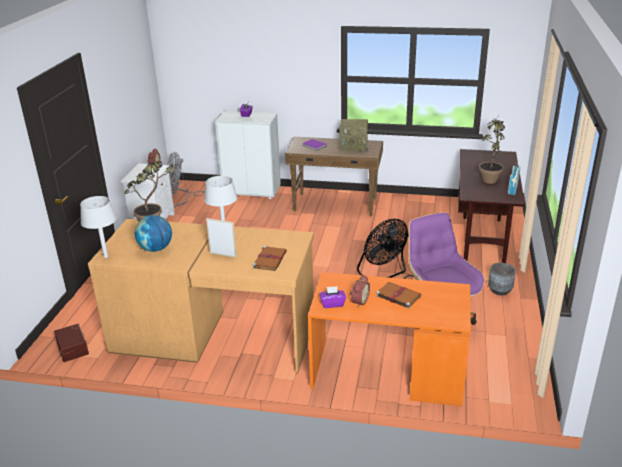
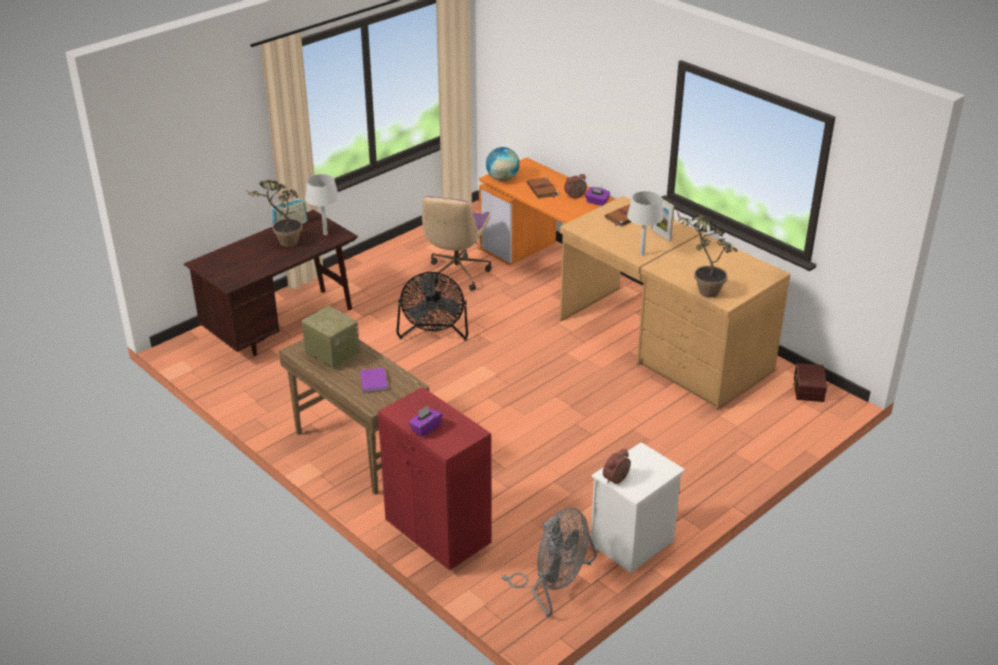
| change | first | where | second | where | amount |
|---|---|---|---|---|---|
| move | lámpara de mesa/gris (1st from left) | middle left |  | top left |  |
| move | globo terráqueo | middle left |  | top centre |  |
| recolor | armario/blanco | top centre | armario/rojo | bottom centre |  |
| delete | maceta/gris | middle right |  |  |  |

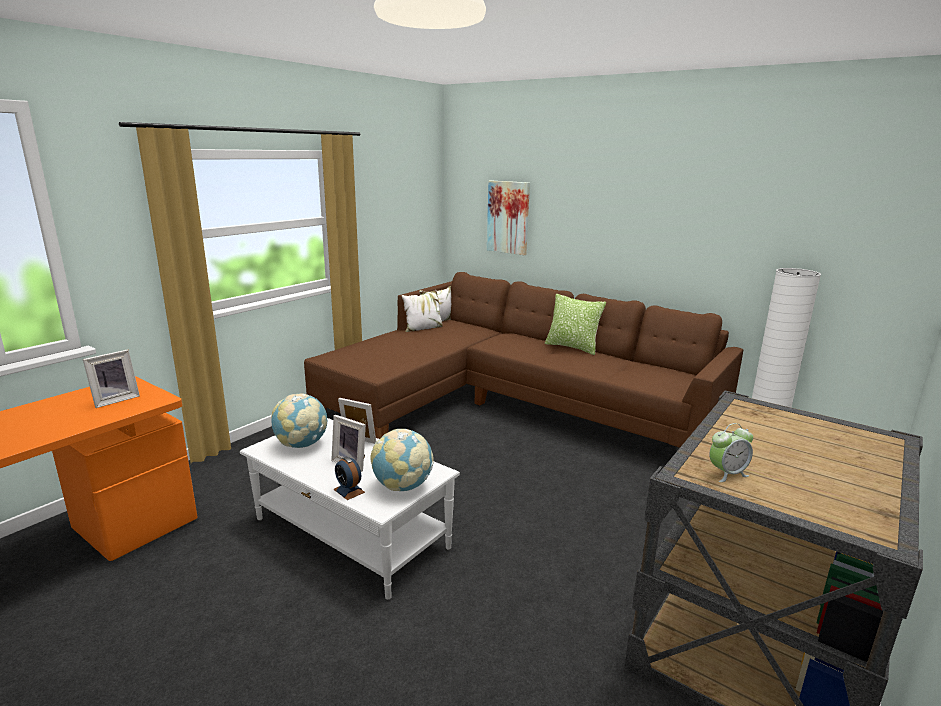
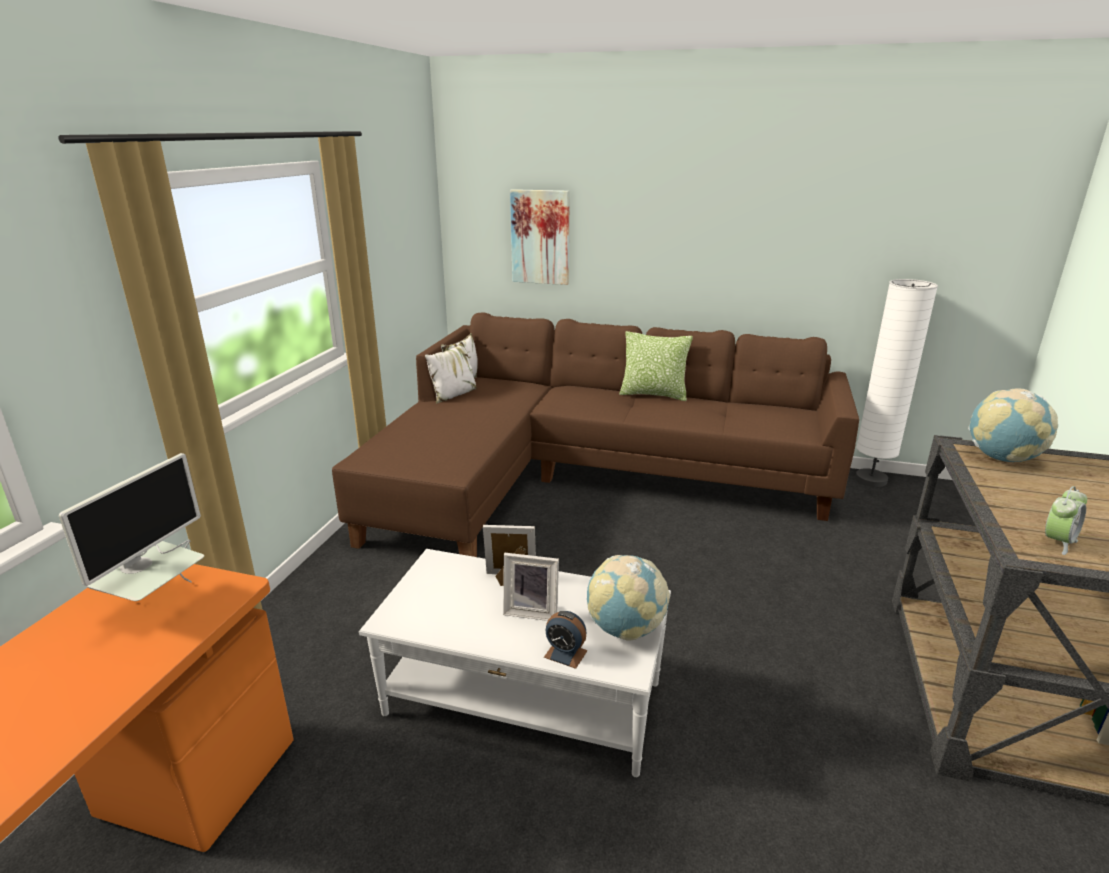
| change | first | where | second | where | amount |
|---|---|---|---|---|---|
| replace | portarretratos (1st from left) | middle left | monitor | middle left |  |
| move | globo terráqueo (1st from left in the first image) | middle left | globo terráqueo (2nd from left) | middle right |  |

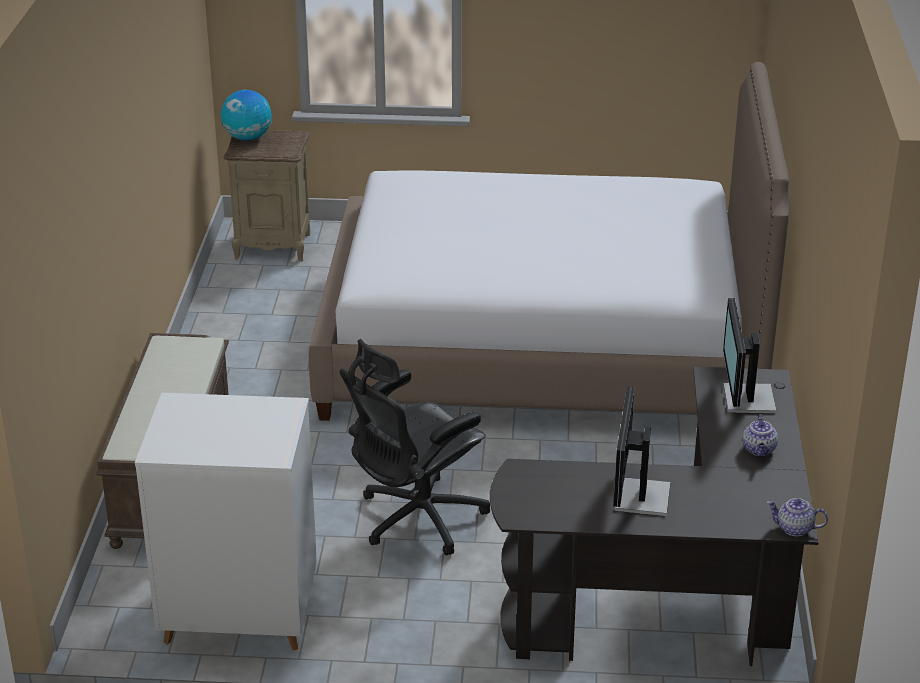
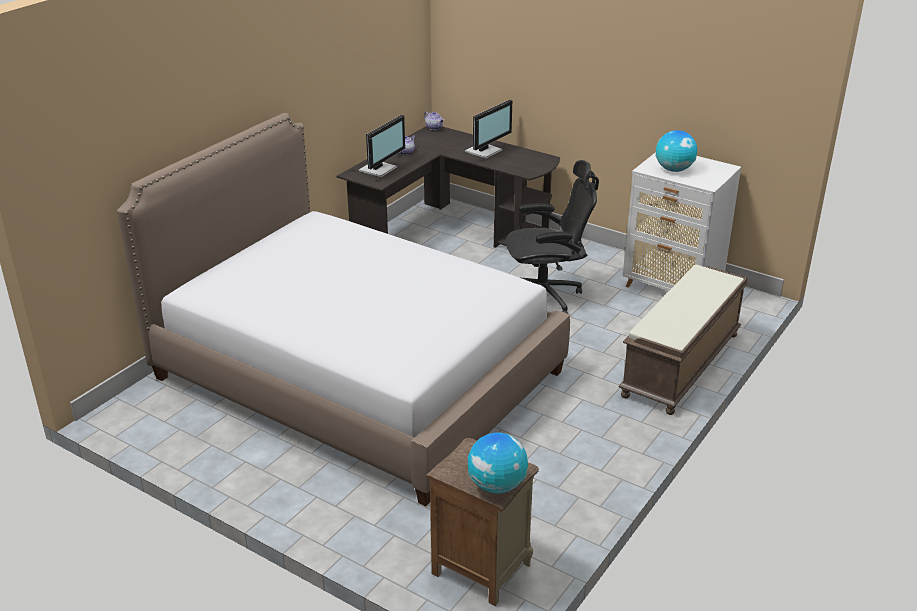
| change | first | where | second | where | amount |
|---|---|---|---|---|---|
| insert |  |  | globo terráqueo (2nd from left) | top right |  |

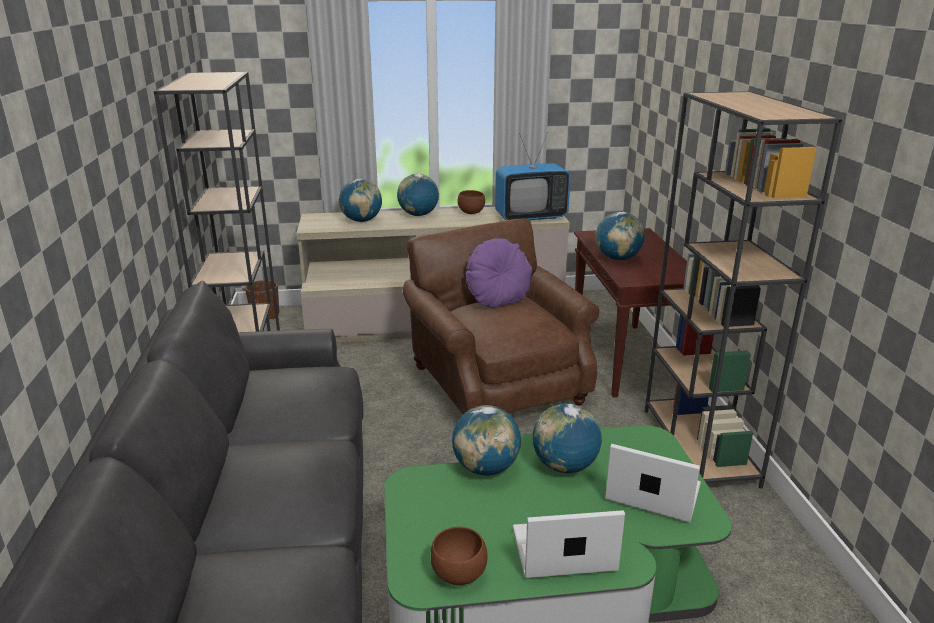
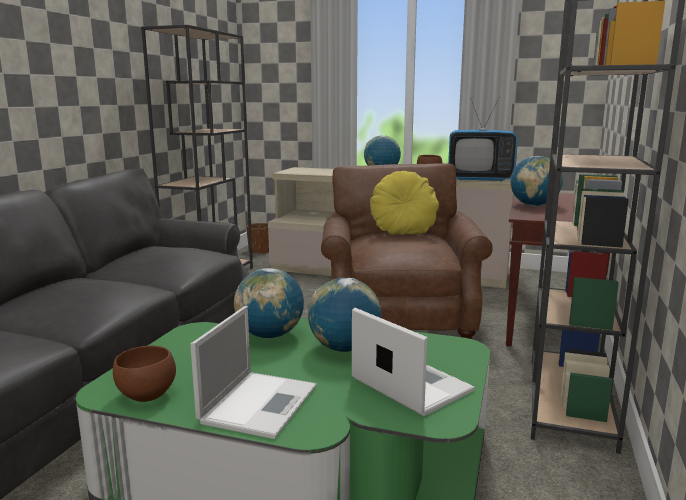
| change | first | where | second | where | amount |
|---|---|---|---|---|---|
| delete | globo terráqueo (1st from left) | top centre |  |  |  |
| recolor | cojín/morado | centre | cojín/amarillo | centre |  |
| rotate | portátil (1st from left) | bottom centre |  | bottom centre | 90 degrees clockwise |

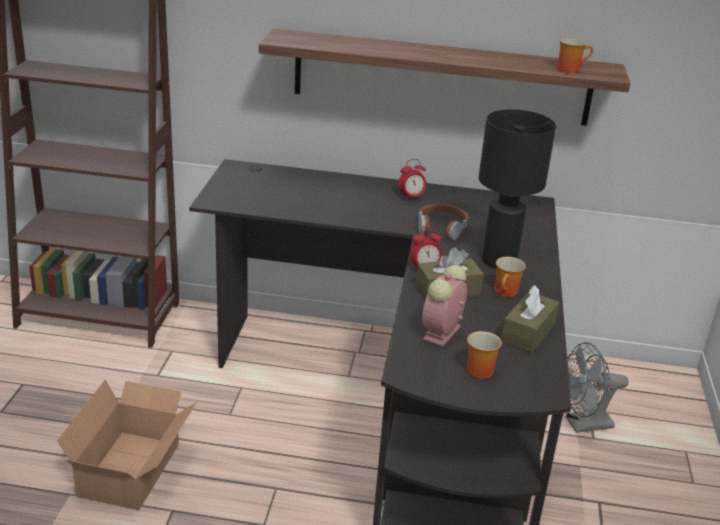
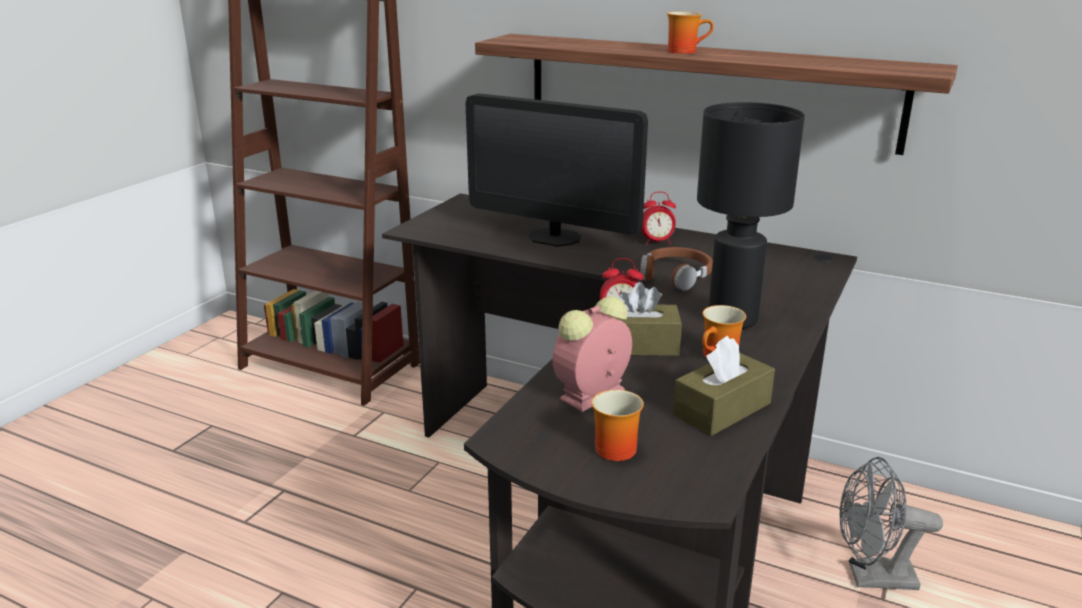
| change | first | where | second | where | amount |
|---|---|---|---|---|---|
| delete | caja de cartón | bottom left |  |  |  |
| move | taza grande (3rd from left in the first image) | top right | taza grande (2nd from left) | top centre |  |
| insert |  |  | monitor | top centre |  |

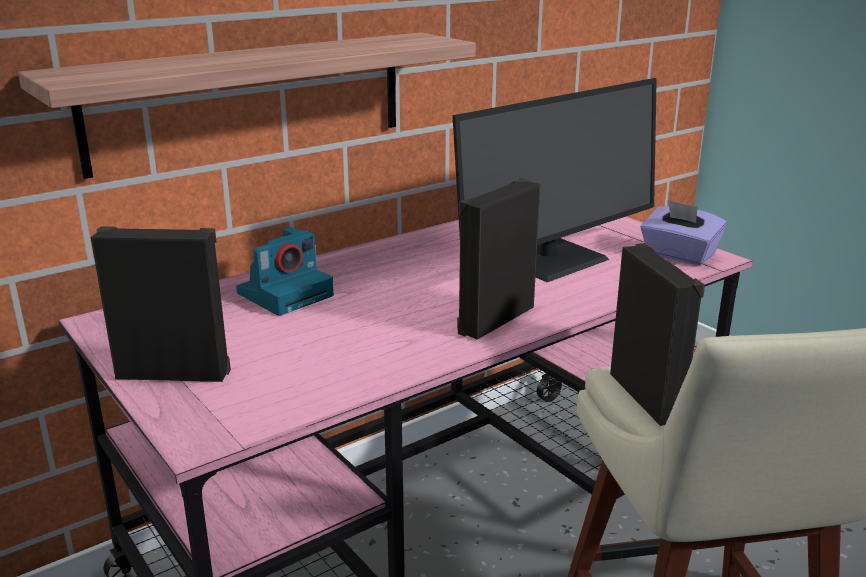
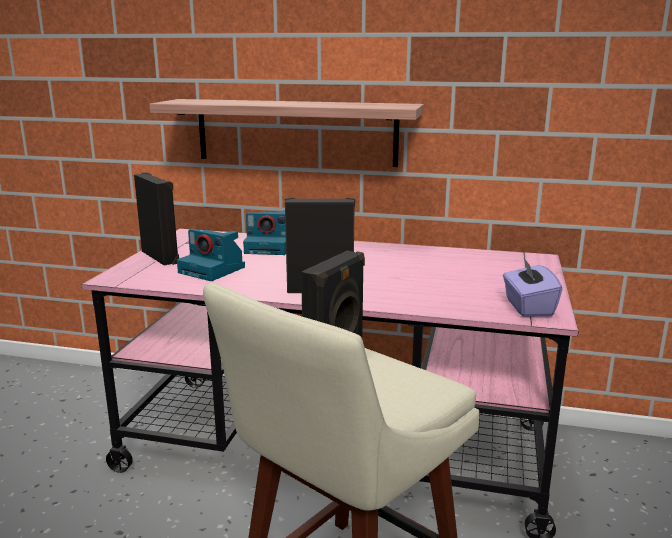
| change | first | where | second | where | amount |
|---|---|---|---|---|---|
| delete | monitor | top centre |  |  |  |
| insert |  |  | cámara (1st from left) | middle left |  |

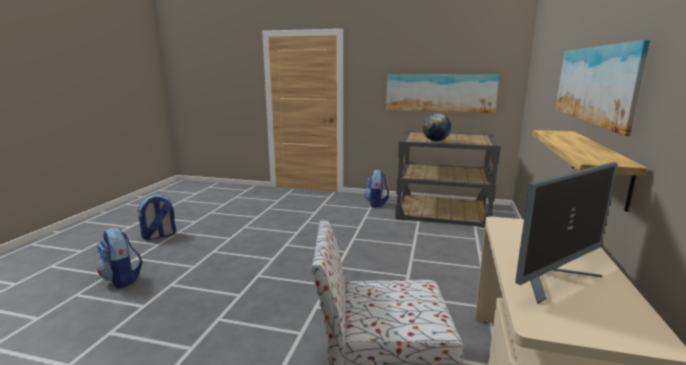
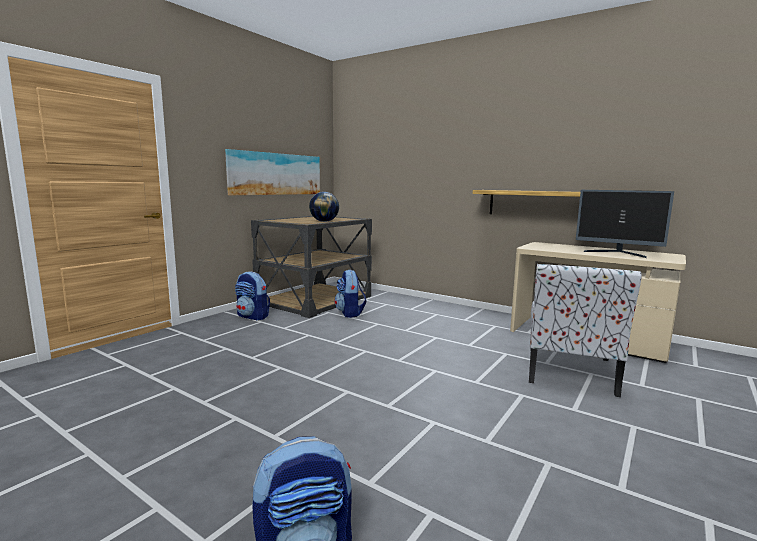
| change | first | where | second | where | amount |
|---|---|---|---|---|---|
| move | mochila (2nd from left in the first image) | middle left | mochila (3rd from left) | centre |  |
| rotate | monitor | middle right |  | middle right | 135 degrees clockwise |
| delete | cuadro (2nd from left) | top right |  |  |  |

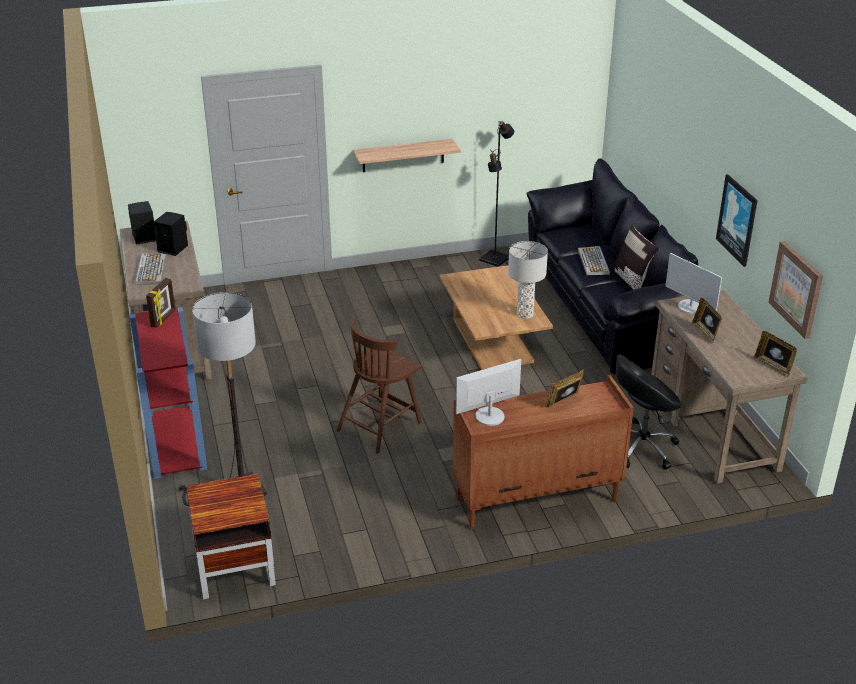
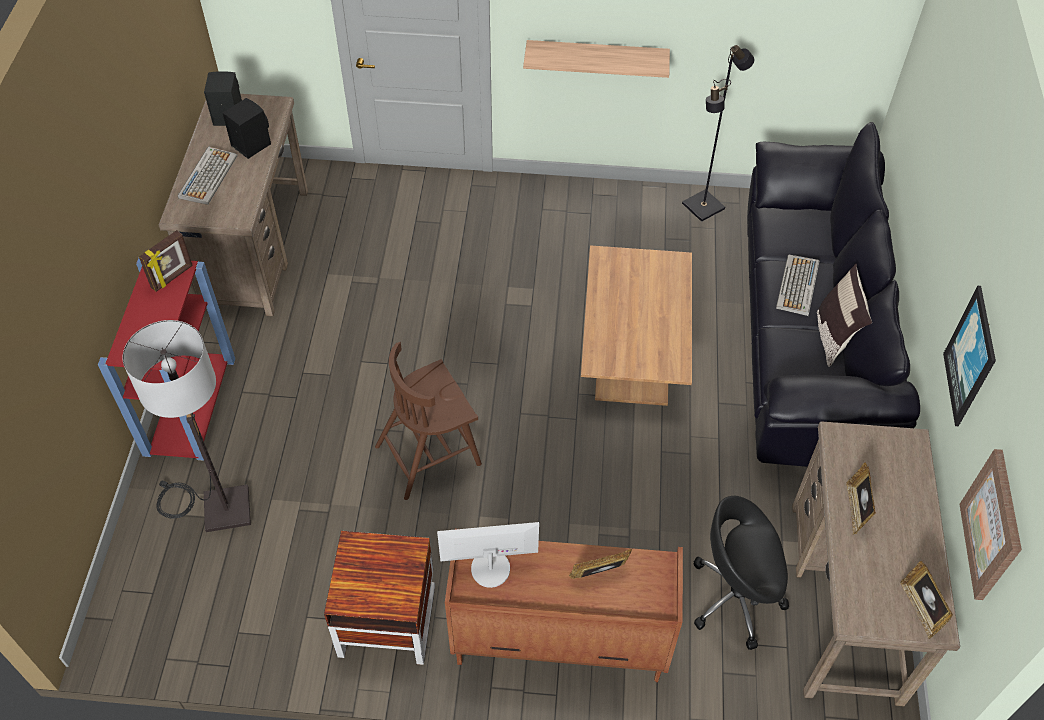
| change | first | where | second | where | amount |
|---|---|---|---|---|---|
| move | mesita de noche | bottom left |  | bottom centre |  |
| delete | lámpara de mesa/blanco | centre |  |  |  |
| delete | monitor (2nd from left) | middle right |  |  |  |

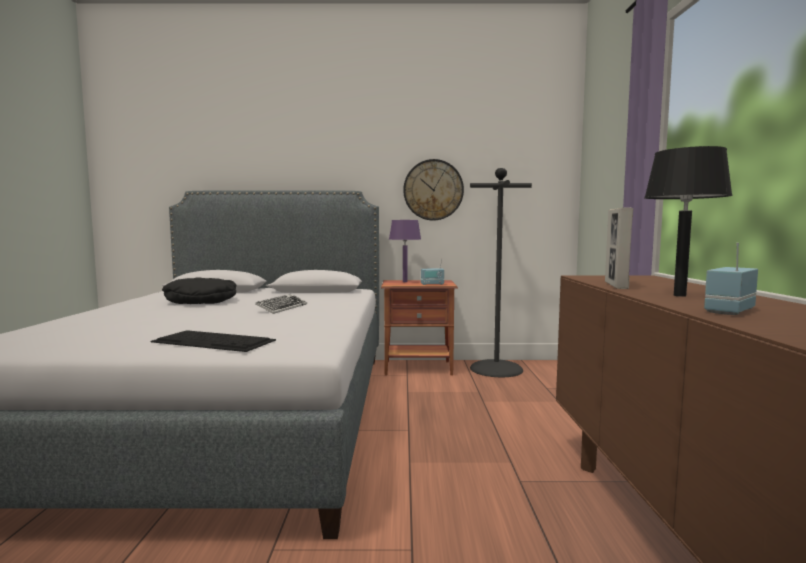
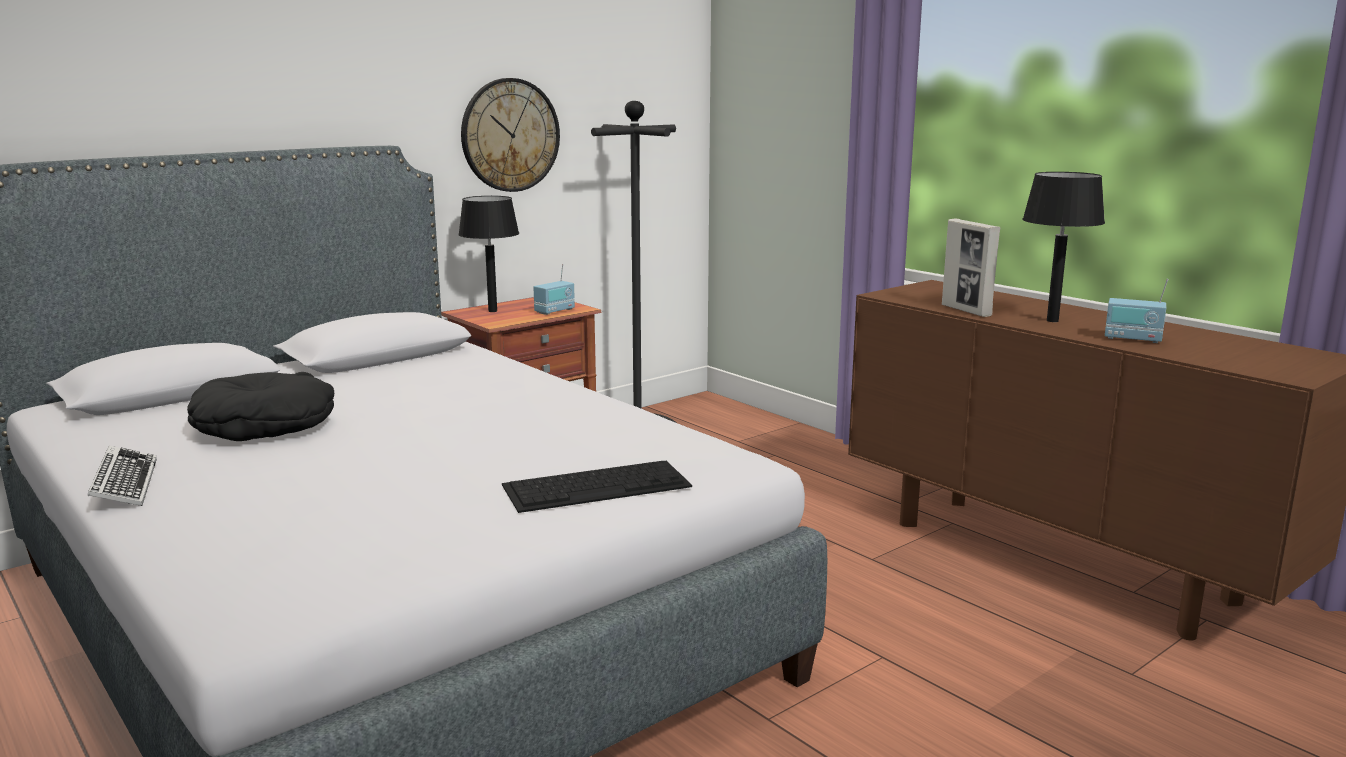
| change | first | where | second | where | amount |
|---|---|---|---|---|---|
| move | teclado (2nd from left in the first image) | centre | teclado (1st from left) | middle left |  |
| recolor | lámpara de mesa/morado | centre | lámpara de mesa/negro (1st from left) | centre |  |
| rotate | radio (2nd from left) | middle right |  | middle right | 75 degrees counterclockwise |

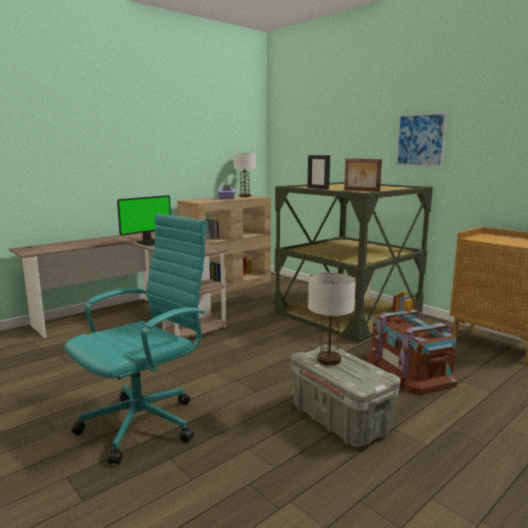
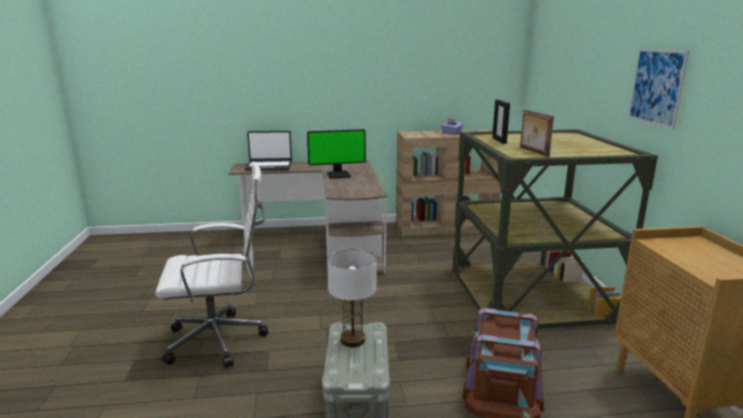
| change | first | where | second | where | amount |
|---|---|---|---|---|---|
| recolor | silla de oficina/turquesa | middle left | silla de oficina/blanco | middle left |  |
| delete | lámpara de mesa (1st from left) | top centre |  |  |  |
| insert |  |  | portátil | centre |  |

